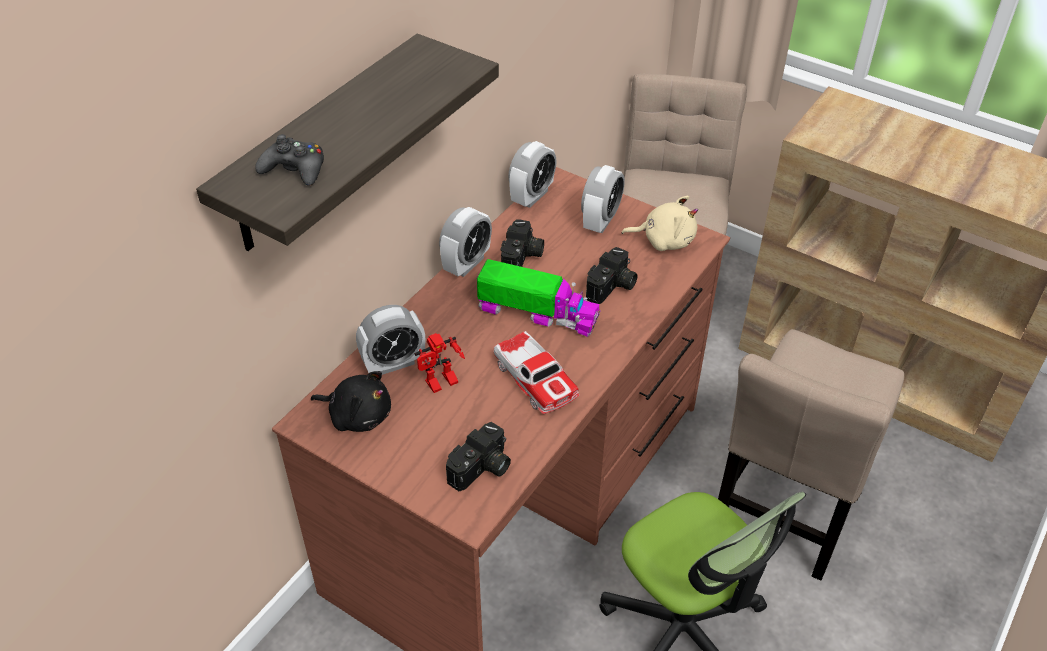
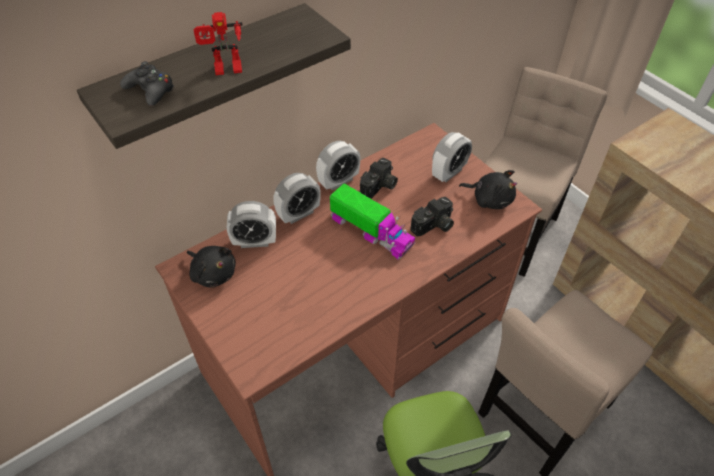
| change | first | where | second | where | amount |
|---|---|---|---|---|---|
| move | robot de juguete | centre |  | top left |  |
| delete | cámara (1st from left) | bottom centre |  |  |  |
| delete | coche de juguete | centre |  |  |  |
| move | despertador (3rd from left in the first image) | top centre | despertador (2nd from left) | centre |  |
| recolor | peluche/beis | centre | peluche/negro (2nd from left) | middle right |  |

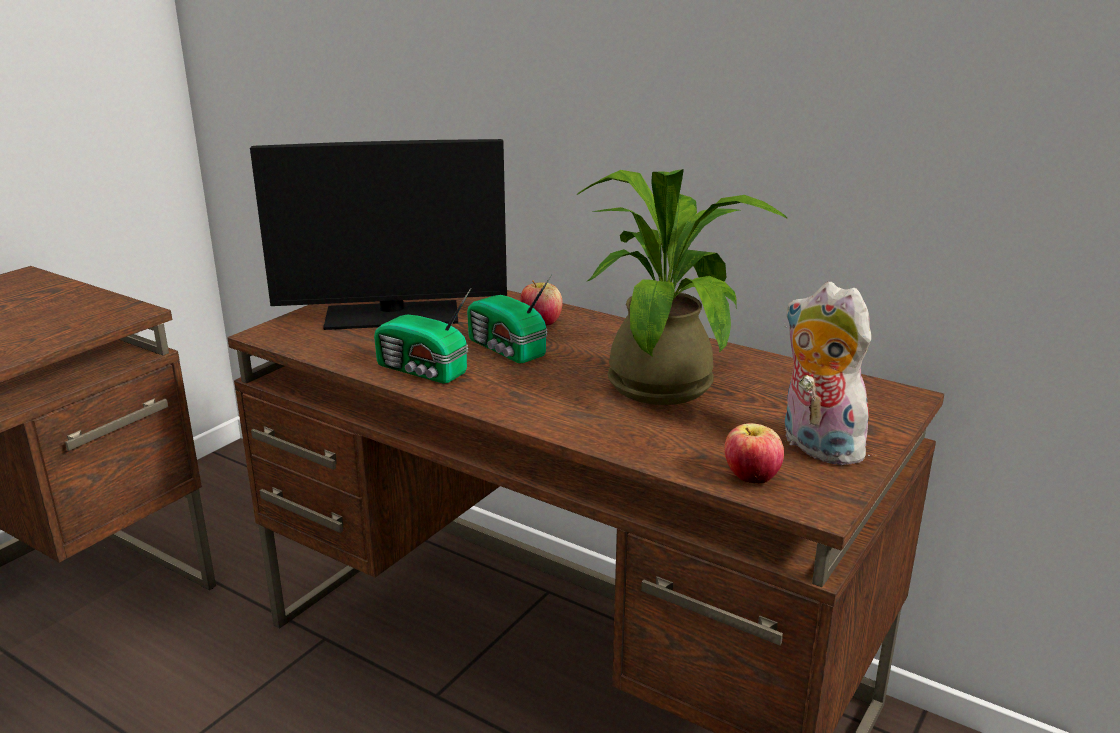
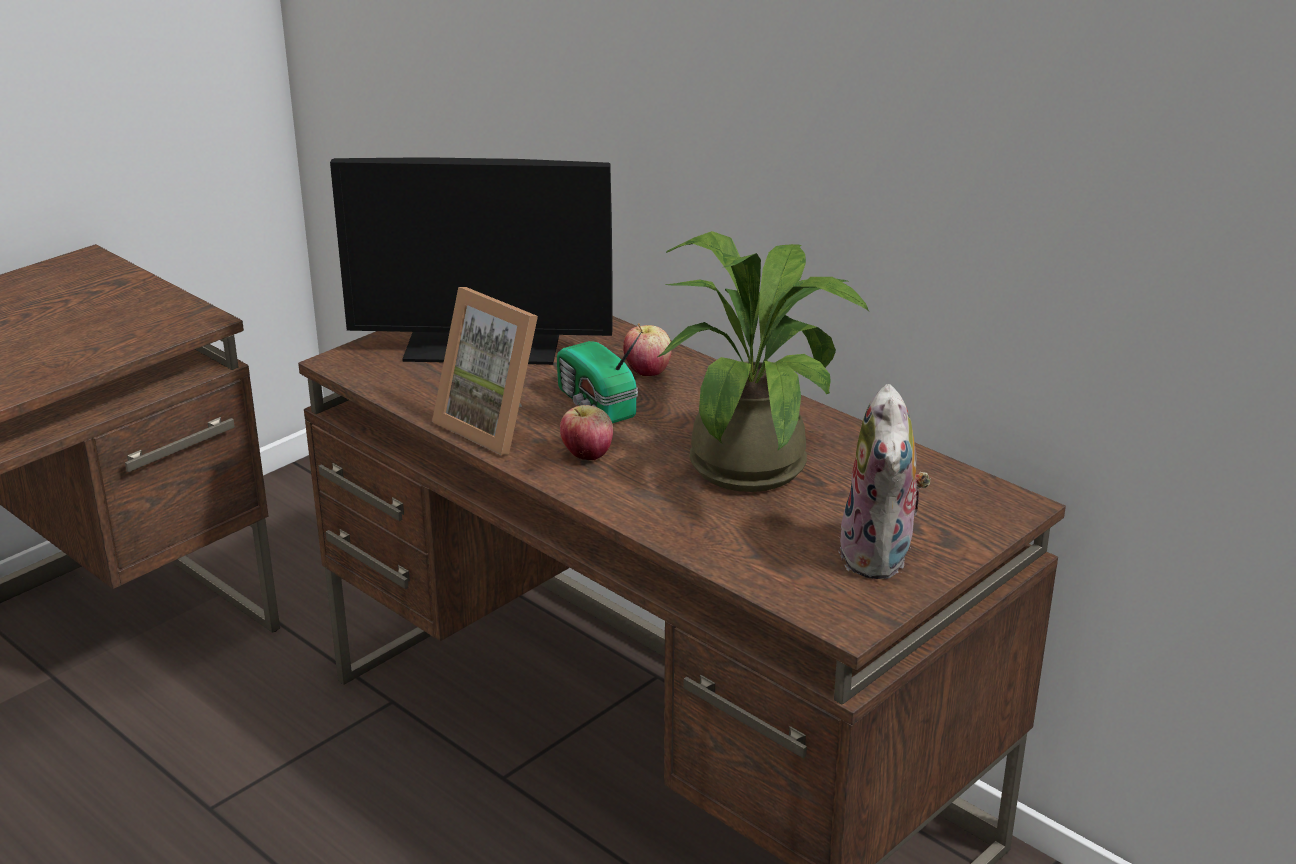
| change | first | where | second | where | amount |
|---|---|---|---|---|---|
| replace | radio (1st from left) | centre | portarretratos | centre |  |
| move | manzana (2nd from left in the first image) | middle right | manzana (1st from left) | centre |  |
| rotate | peluche | middle right |  | middle right | 150 degrees counterclockwise |

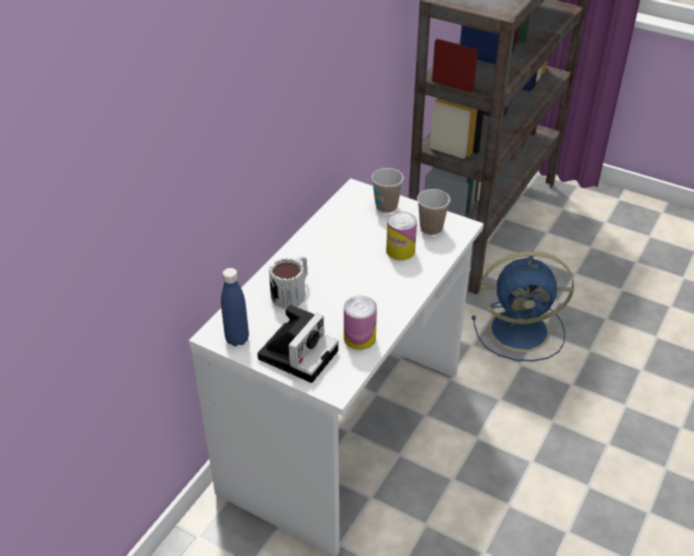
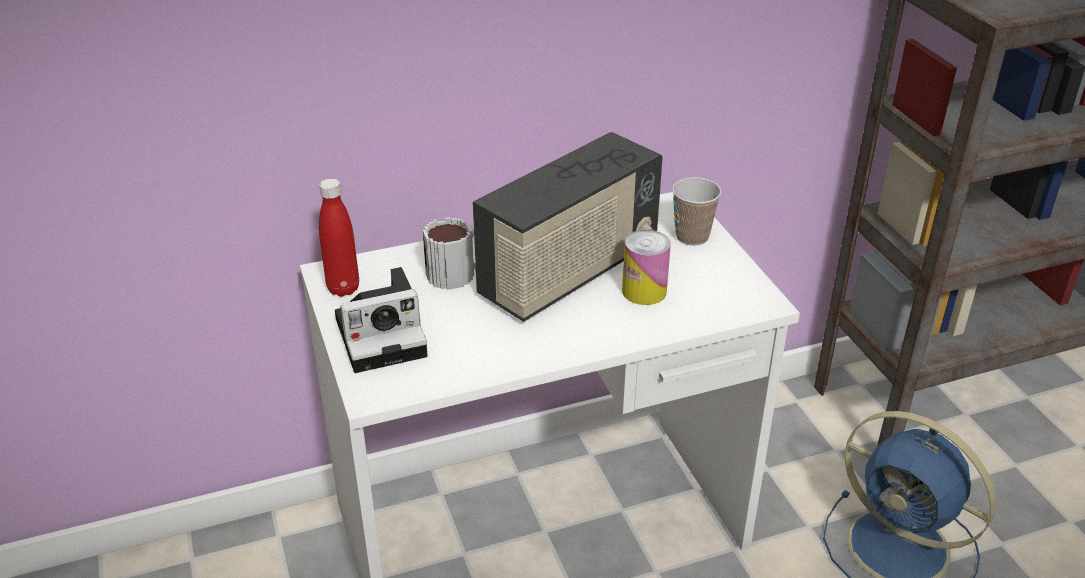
| change | first | where | second | where | amount |
|---|---|---|---|---|---|
| recolor | botella/azul | centre | botella/rojo | middle left |  |
| delete | lata (1st from left) | centre |  |  |  |
| delete | taza (2nd from left) | centre |  |  |  |
| insert |  |  | radio | centre |  |

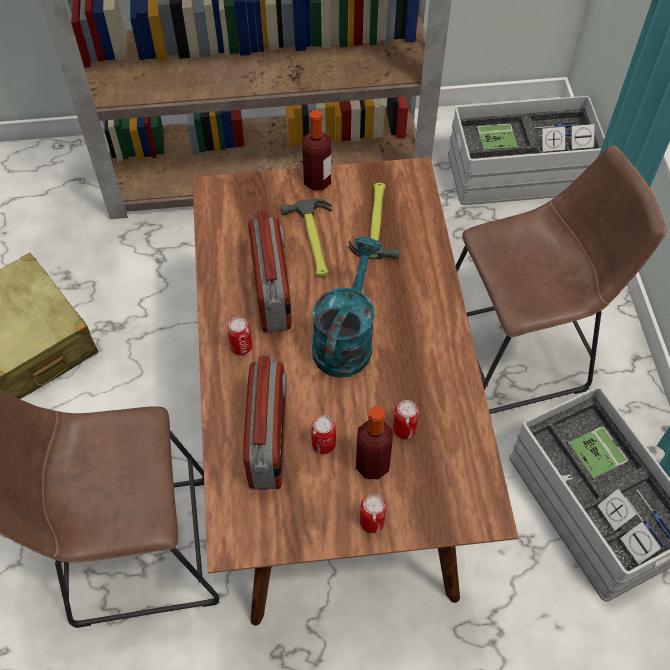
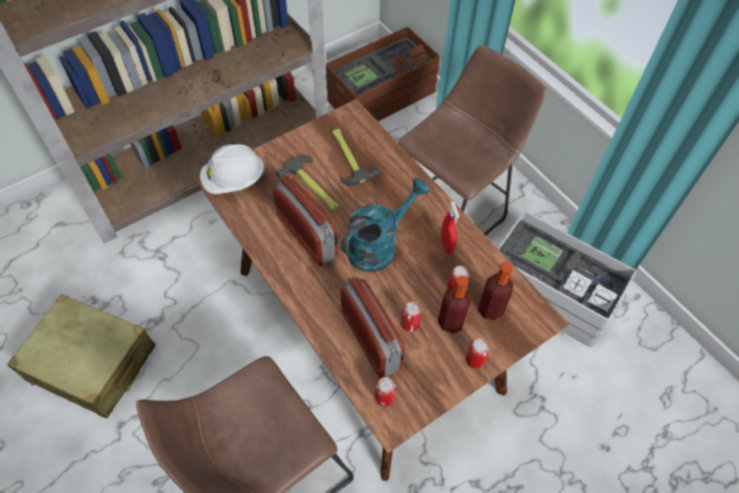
| change | first | where | second | where | amount |
|---|---|---|---|---|---|
| move | lata (1st from left) | centre |  | bottom centre |  |
| move | botella (1st from left in the first image) | top centre | botella (2nd from left) | middle right |  |
| rotate | regadera/turquesa | centre |  | centre | 60 degrees clockwise |
| recolor | caja de almacenaje/gris (1st from left) | top right | caja de almacenaje/marrón | top centre |  |
| insert |  |  | casco/blanco | middle left |  |
| insert |  |  | pulverizador/rojo | centre |  |

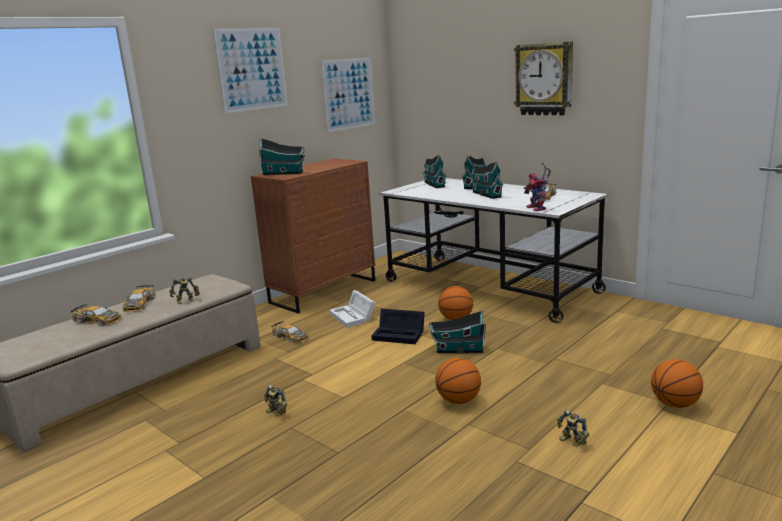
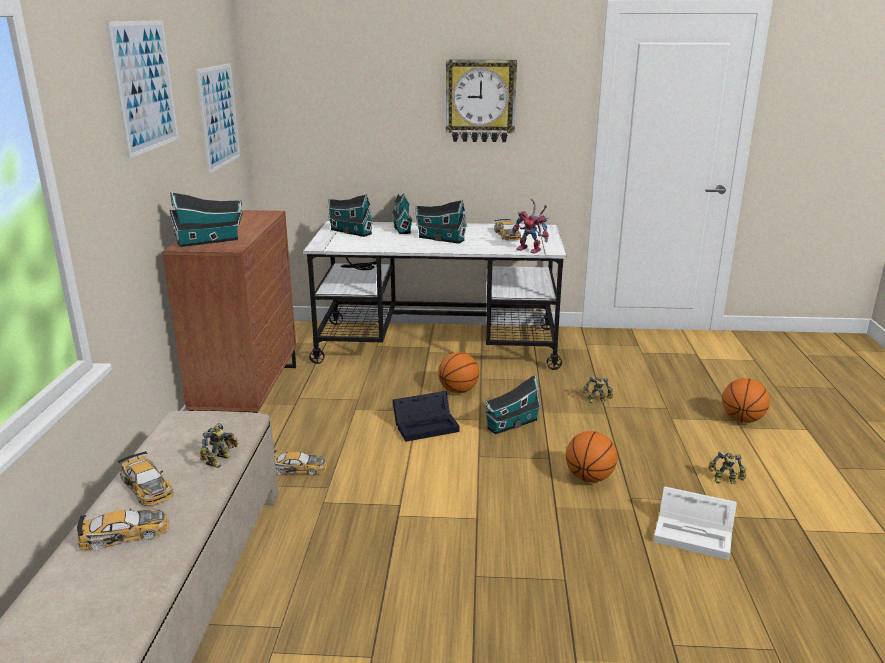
| change | first | where | second | where | amount |
|---|---|---|---|---|---|
| move | robot de juguete (2nd from left in the first image) | bottom centre | robot de juguete (3rd from left) | middle right |  |
| move | caja de almacenaje/blanco | centre |  | bottom right |  |

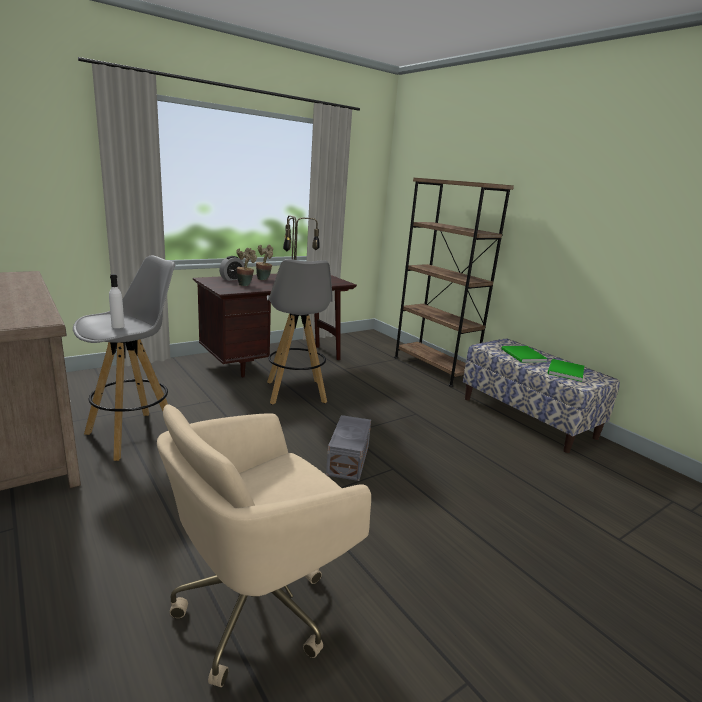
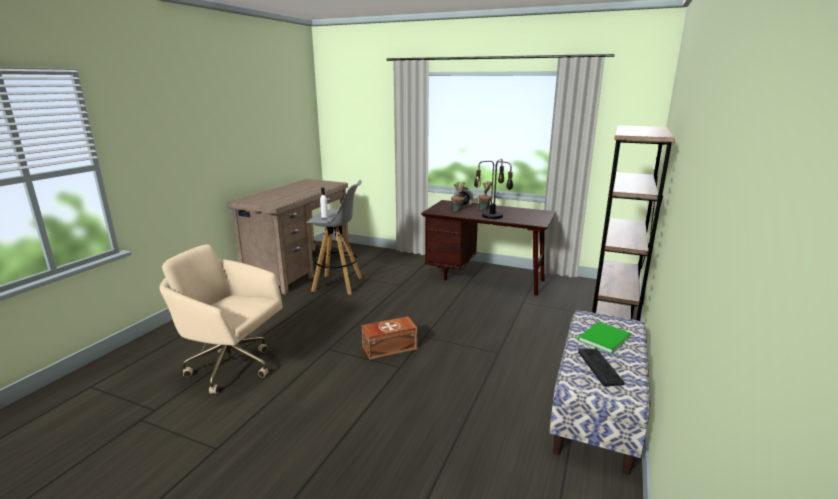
| change | first | where | second | where | amount |
|---|---|---|---|---|---|
| delete | taburete/gris (2nd from left) | centre |  |  |  |
| recolor | caja de almacenaje/gris | centre | caja de almacenaje/marrón | bottom centre |  |
| replace | libro/verde (2nd from left) | middle right | teclado | bottom right |  |

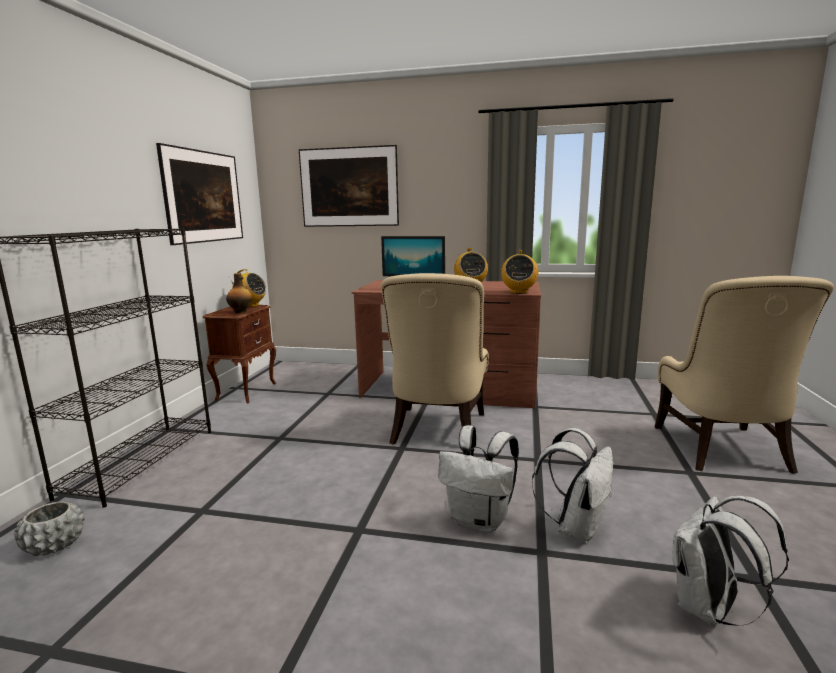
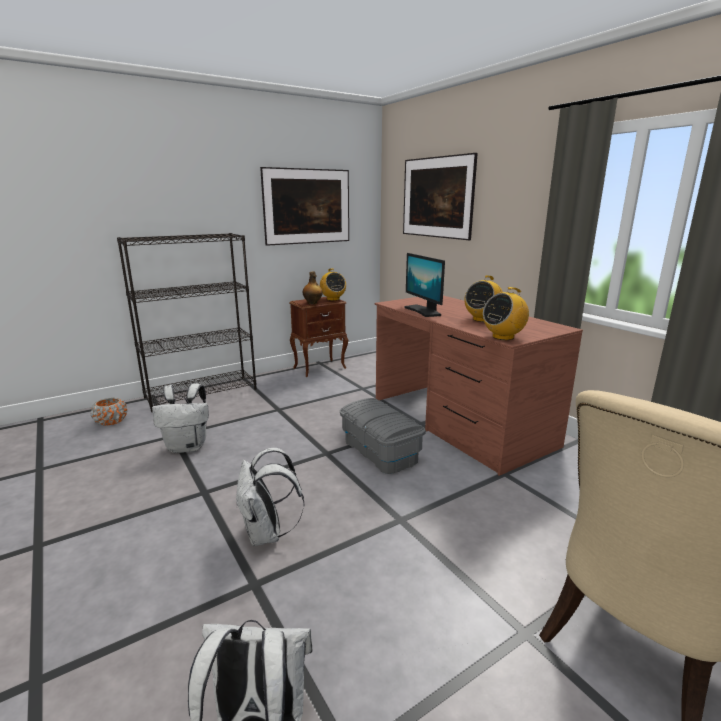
| change | first | where | second | where | amount |
|---|---|---|---|---|---|
| recolor | maceta/gris | bottom left | maceta/naranja | middle left |  |
| replace | silla/beis (1st from left) | centre | caja de almacenaje/gris | centre |  |
| move | mochila/blanco (2nd from left in the first image) | bottom right | mochila/blanco (1st from left) | middle left |  |

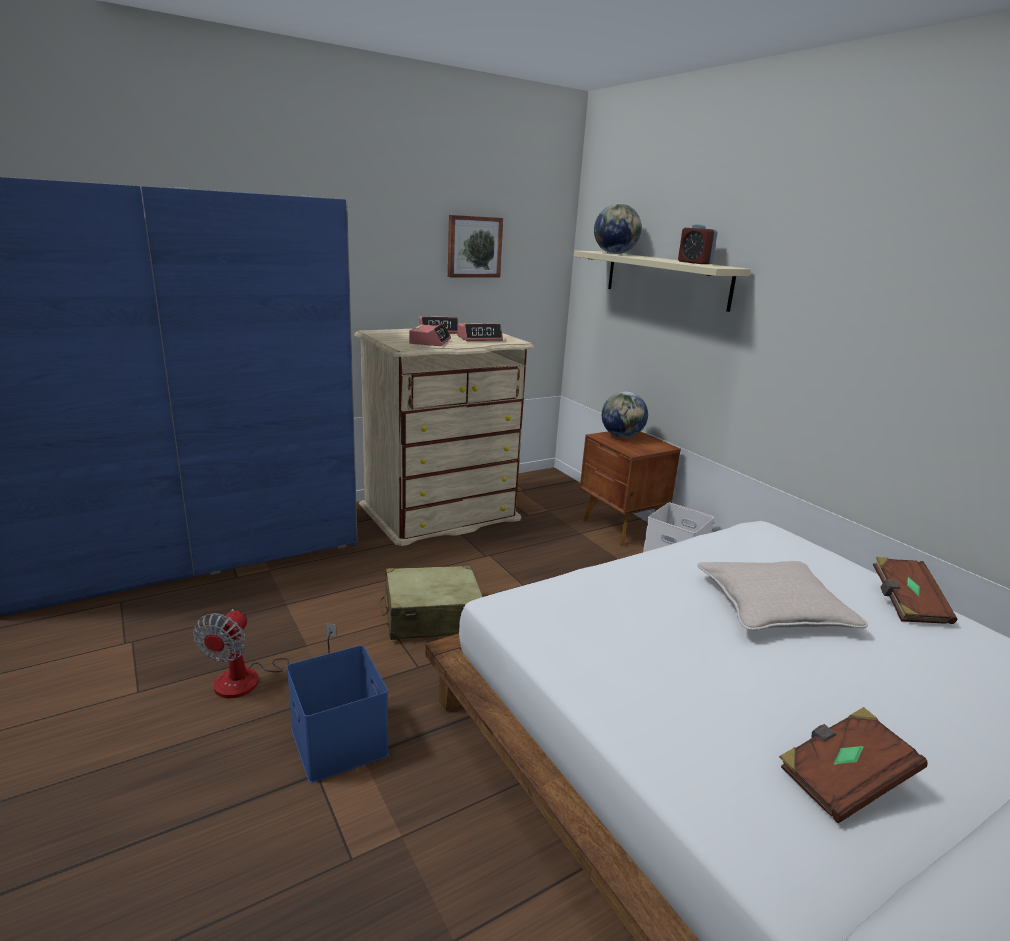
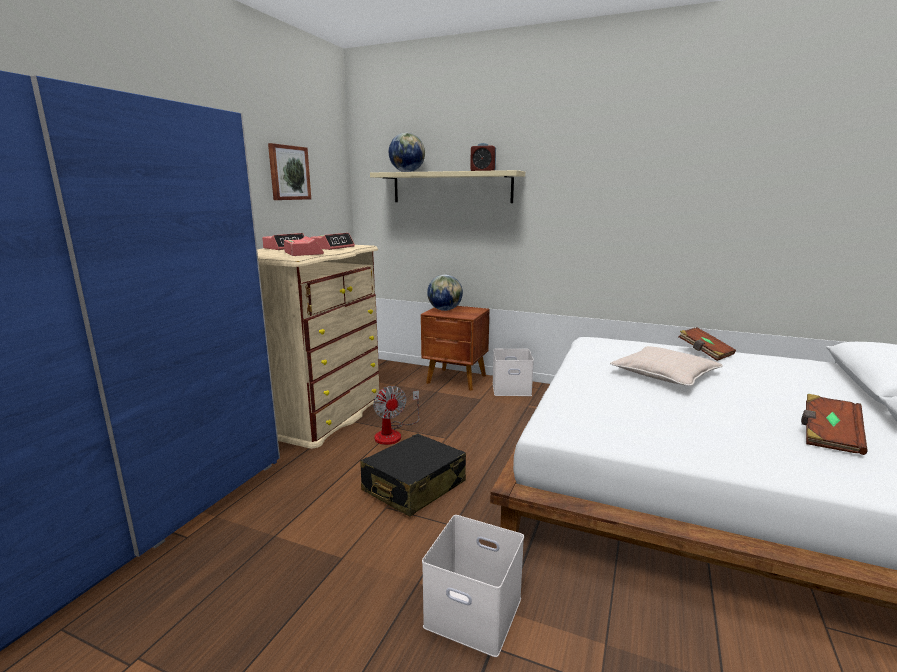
| change | first | where | second | where | amount |
|---|---|---|---|---|---|
| move | ventilador | bottom left |  | centre |  |
| recolor | caja de almacenaje/azul | bottom centre | caja de almacenaje/blanco (1st from left) | bottom centre |  |
| recolor | maleta/beis | centre | maleta/negro | bottom centre |  |

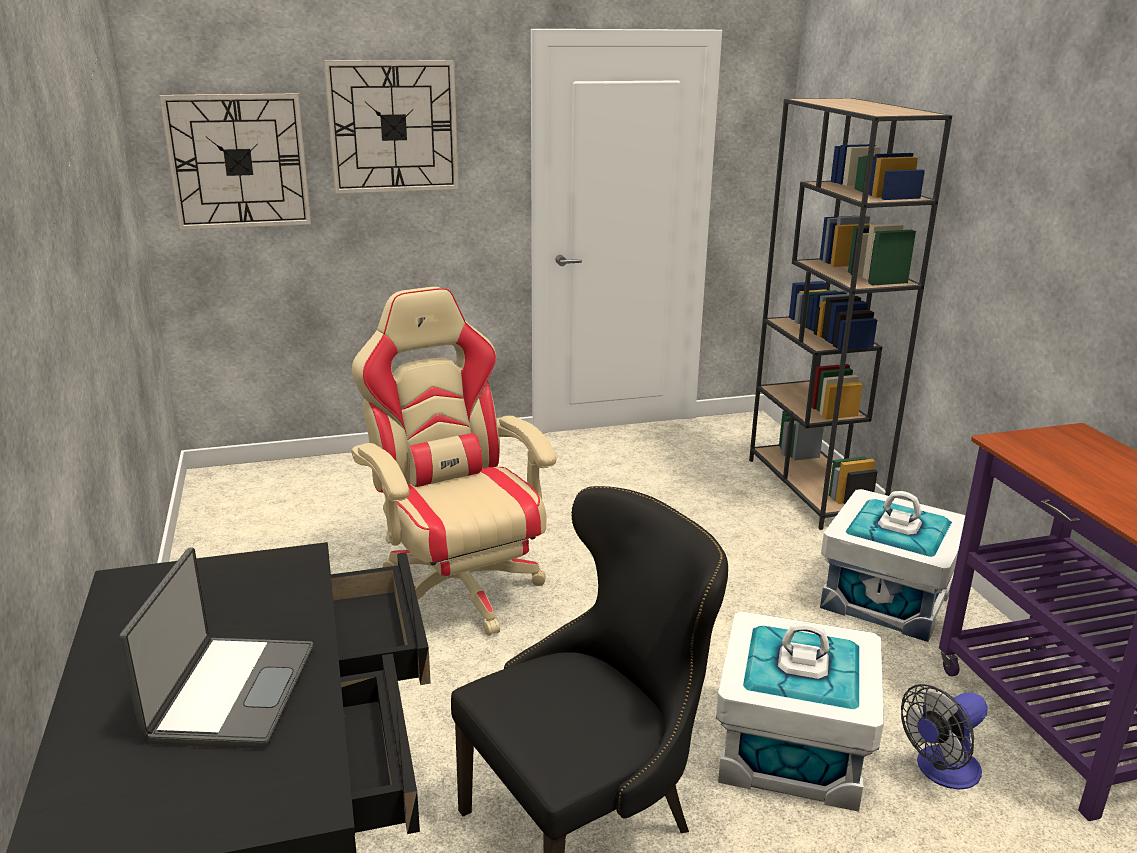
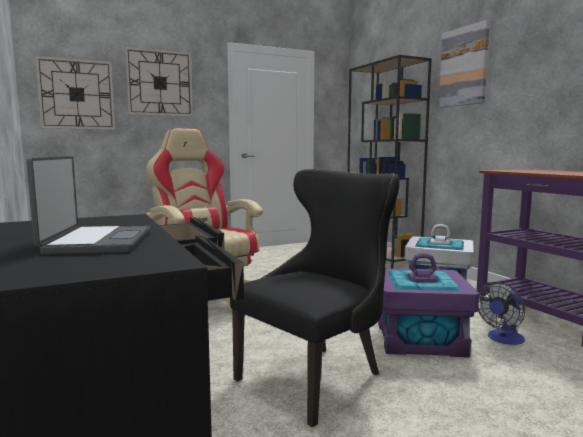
| change | first | where | second | where | amount |
|---|---|---|---|---|---|
| recolor | caja de almacenaje/blanco (1st from left) | bottom right | caja de almacenaje/morado | bottom right |  |
| insert |  |  | cuadro | top right |  |

